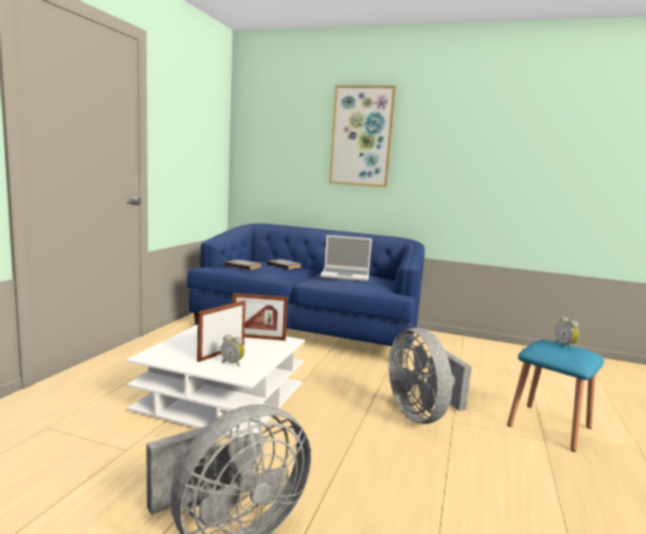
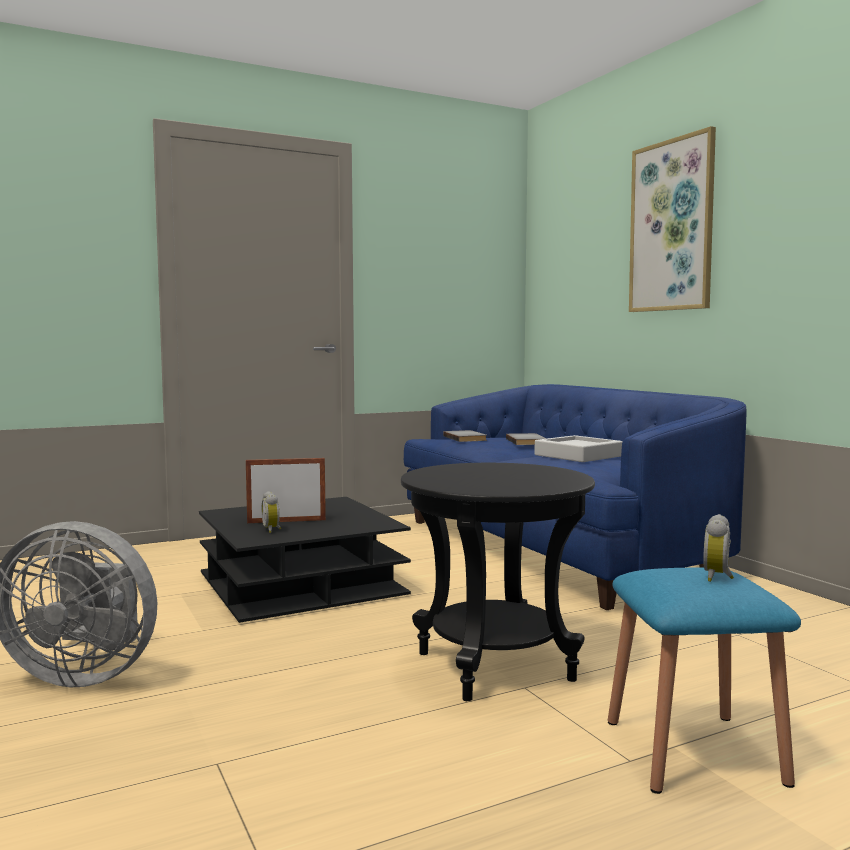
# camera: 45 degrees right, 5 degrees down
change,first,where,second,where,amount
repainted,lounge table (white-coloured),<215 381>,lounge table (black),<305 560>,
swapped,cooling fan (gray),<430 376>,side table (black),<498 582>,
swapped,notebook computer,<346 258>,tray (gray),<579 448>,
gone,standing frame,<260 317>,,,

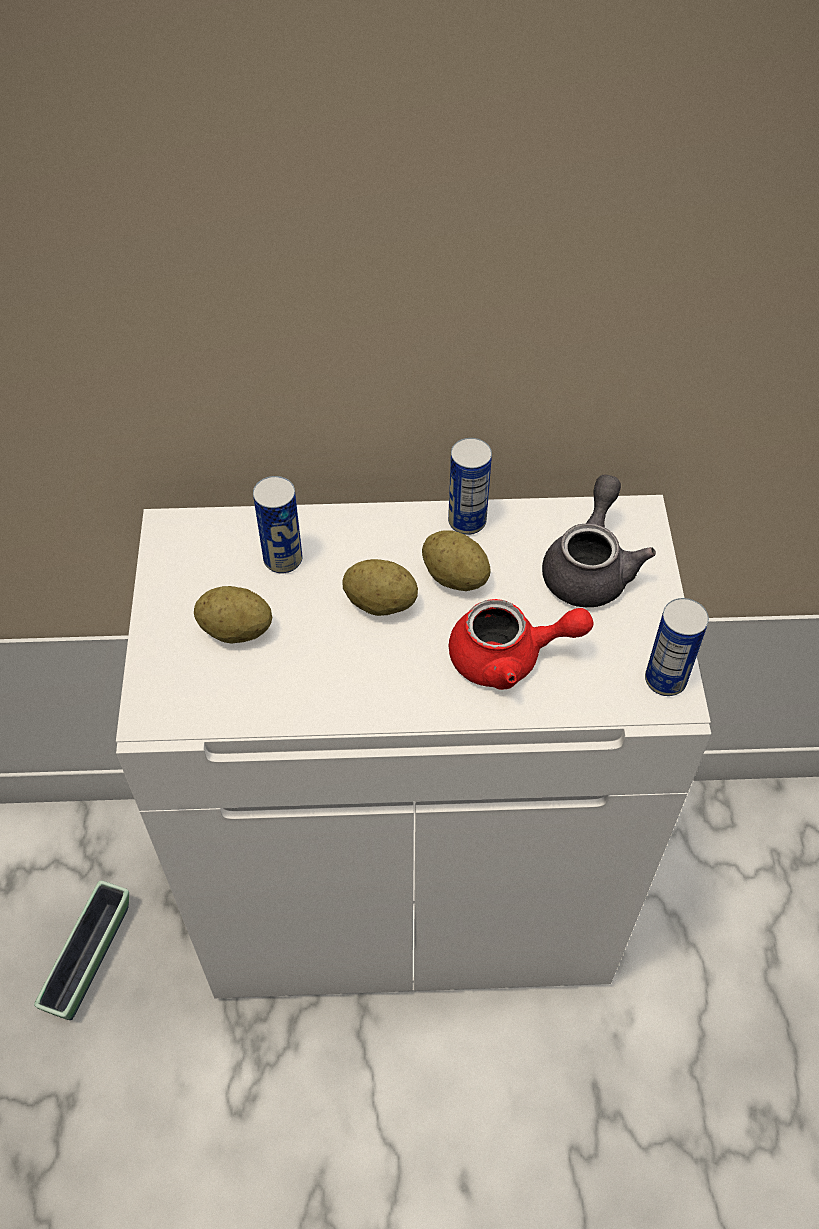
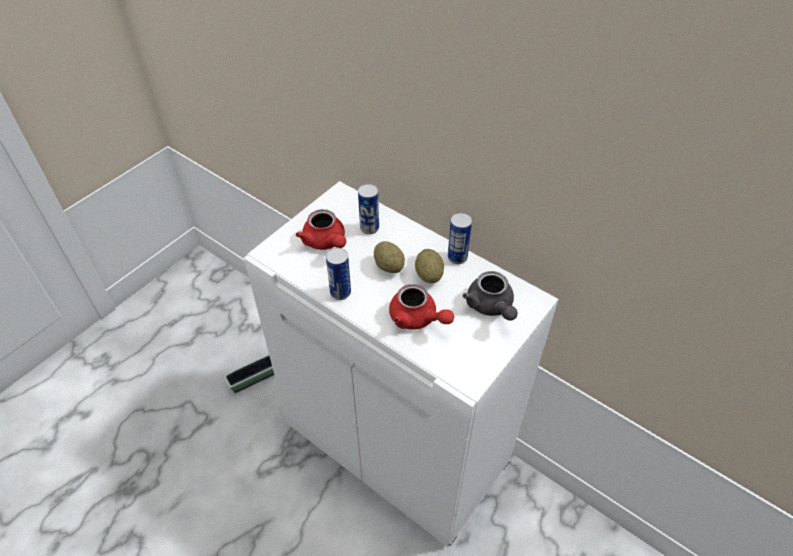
# camera: 40 degrees right, 5 degrees down
change,first,where,second,where,amount
swapped,whole potato,<233 614>,teapot (red),<321 229>,
shifted,sealed can,<677 647>,,<338 274>,
rotated,teapot (gray),<599 541>,,<490 296>,105 degrees clockwise

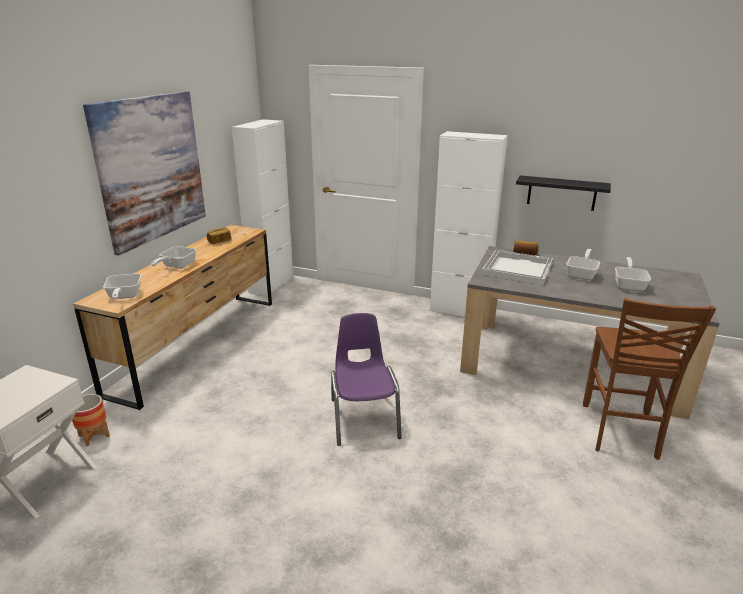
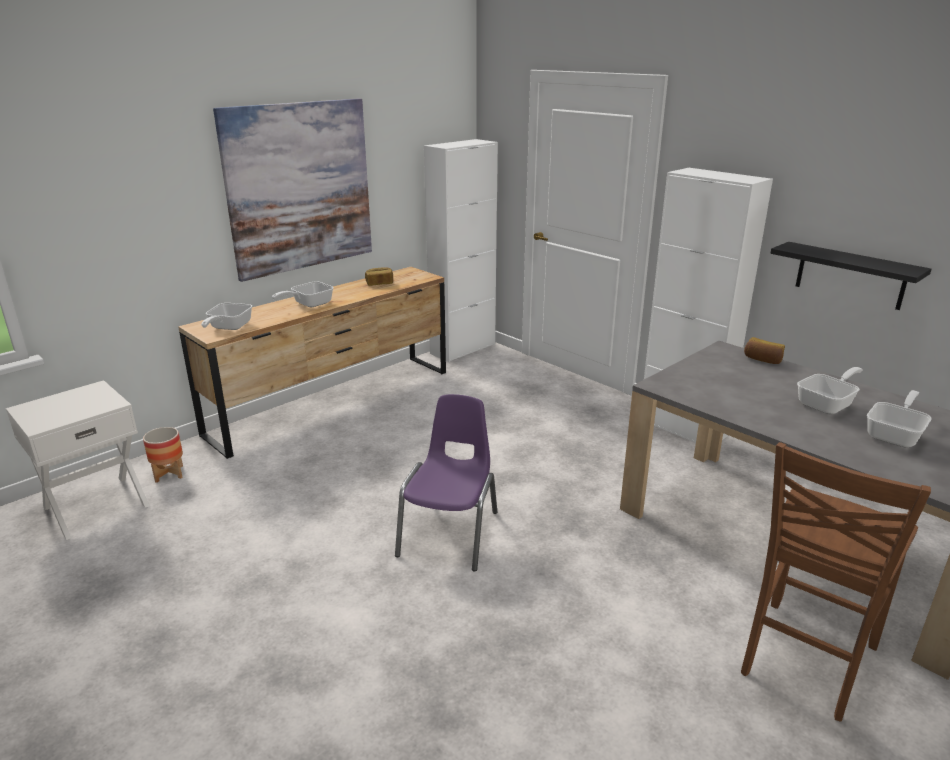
# camera: 25 degrees right, 0 degrees up
change,first,where,second,where,amount
gone,tray (white-coloured),<517 267>,,,

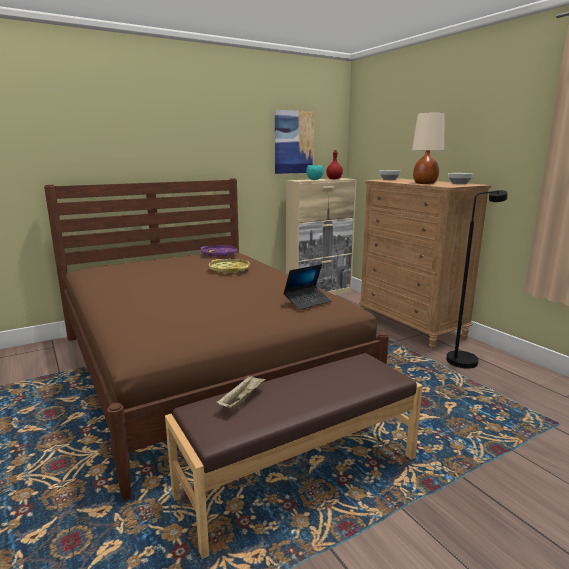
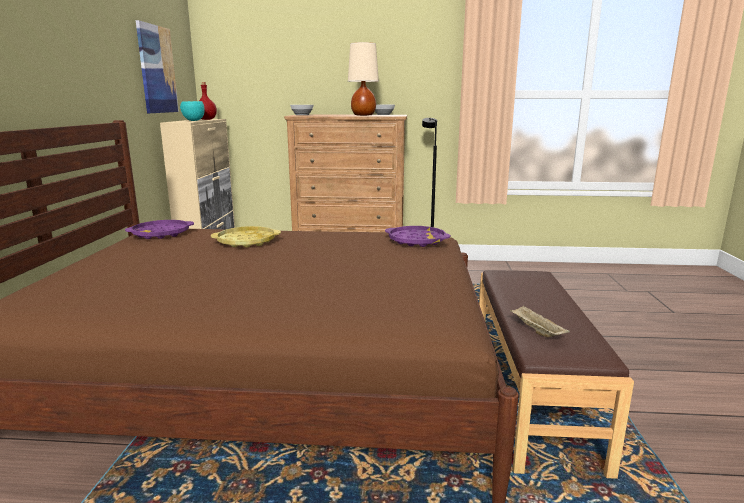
# camera: 55 degrees left, 0 degrees up
change,first,where,second,where,amount
swapped,notebook computer,<307 287>,tray (purple-coloured),<418 236>,

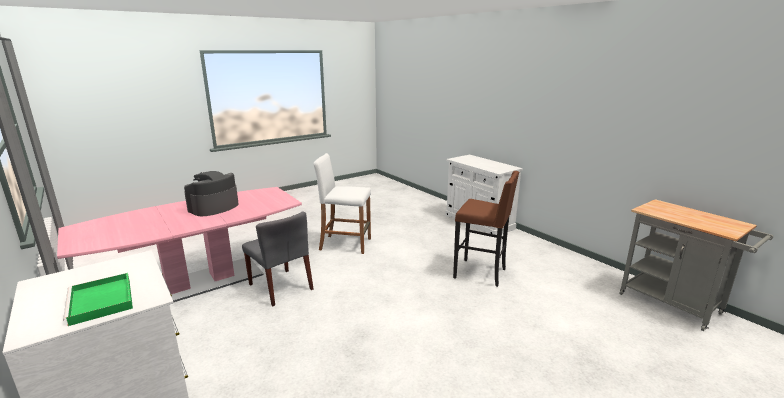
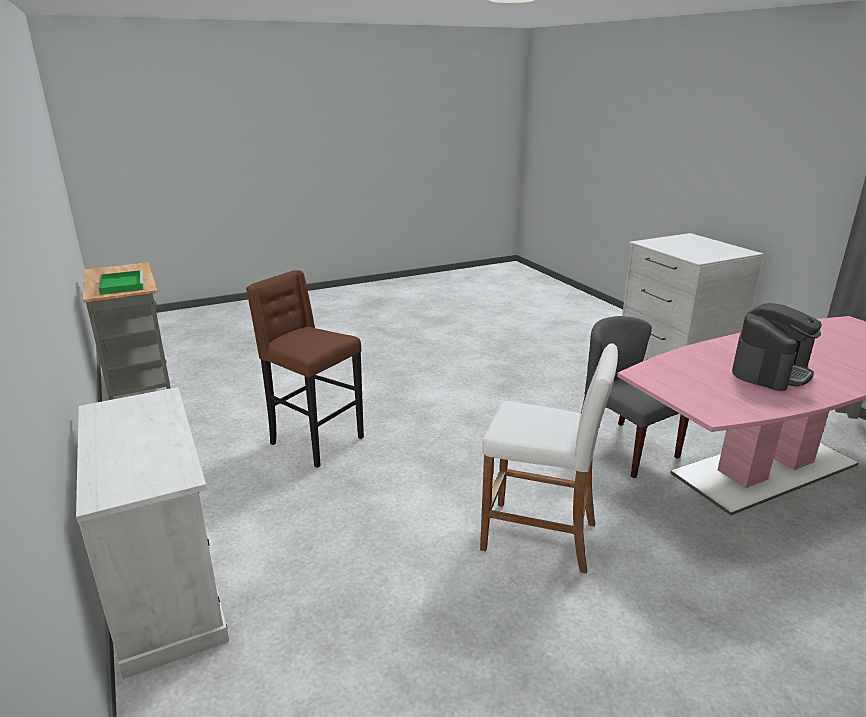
# camera: 170 degrees left, 5 degrees up
change,first,where,second,where,amount
shifted,tray (green),<98 299>,,<121 282>,

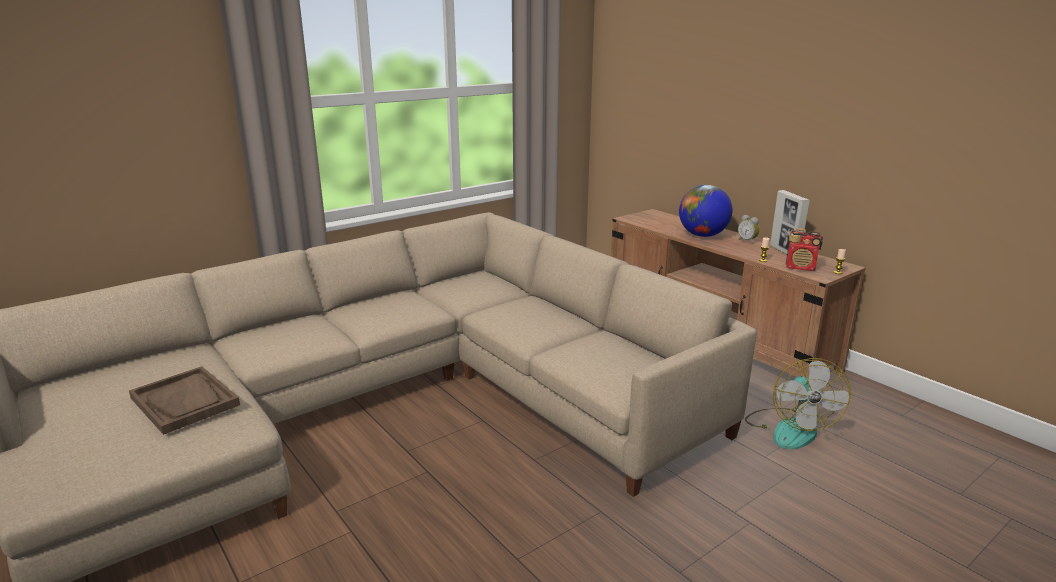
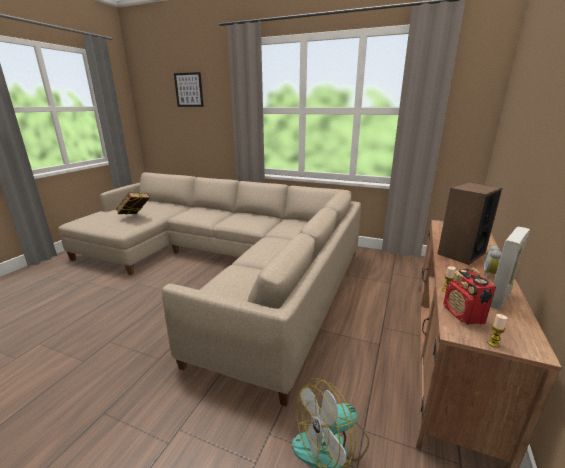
# camera: 60 degrees right, 0 degrees up
change,first,where,second,where,amount
swapped,tray (brown),<184 400>,bound book,<133 203>,
new,,,wall art,<189 89>,
swapped,desk globe,<706 211>,loudspeaker,<470 223>,

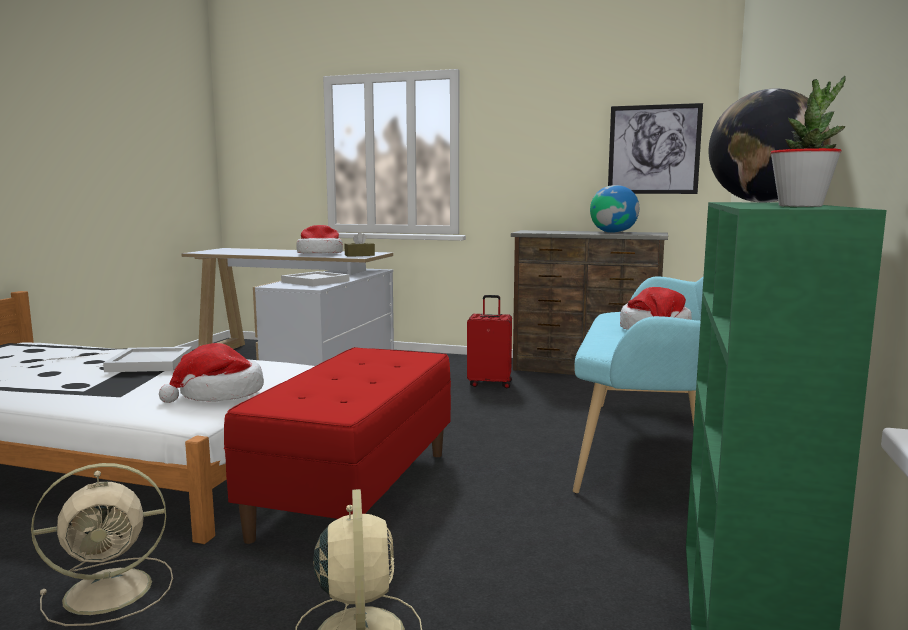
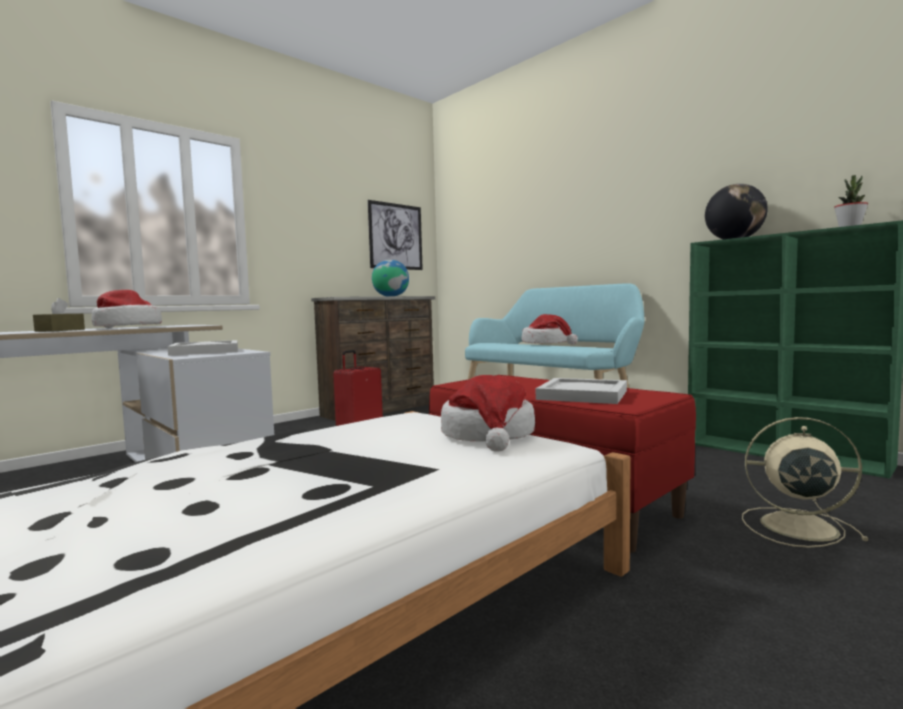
# camera: 60 degrees left, 5 degrees down
change,first,where,second,where,amount
shifted,tissue box (brown),<360 244>,,<59 315>,
shifted,tray (white-coloured),<147 359>,,<581 391>,
gone,cooling fan (beige-coloured),<102 544>,,,

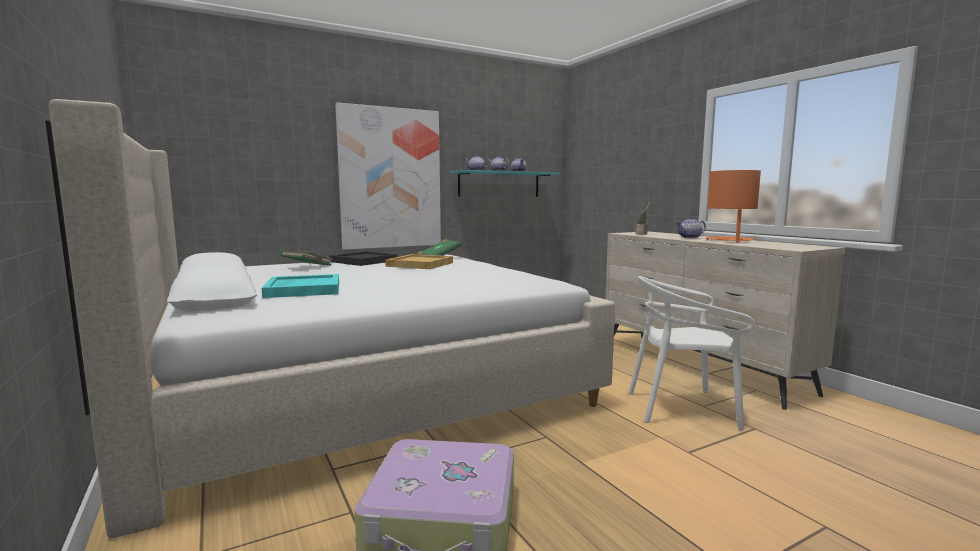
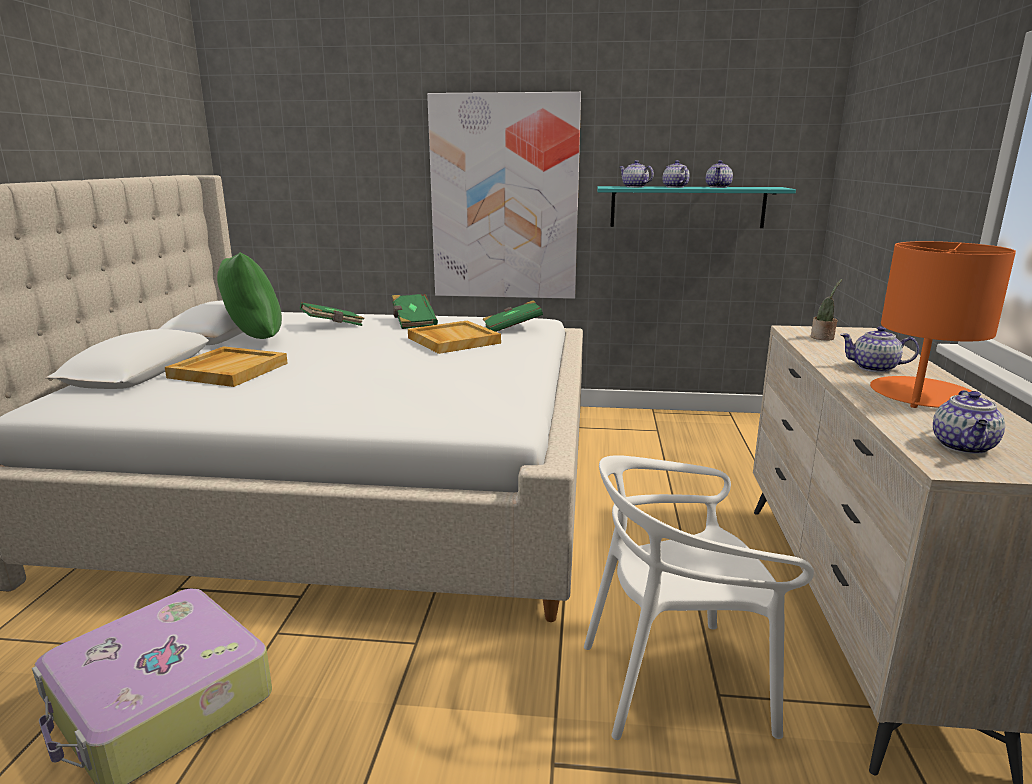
# camera: 35 degrees right, 10 degrees up
change,first,where,second,where,amount
repainted,tray (turquoise-coloured),<300 286>,tray (beige-coloured),<226 366>,
new,,,pillow (green),<249 295>,
swapped,tray (black),<363 258>,bound book (green),<415 311>,
rotated,plain chair (white-coloured),<692 353>,,<699 597>,45 degrees counterclockwise
new,,,teapot,<969 422>,

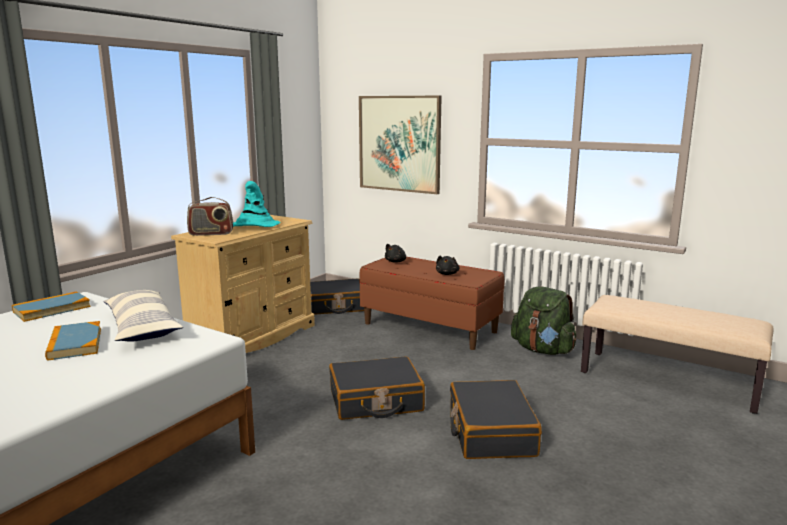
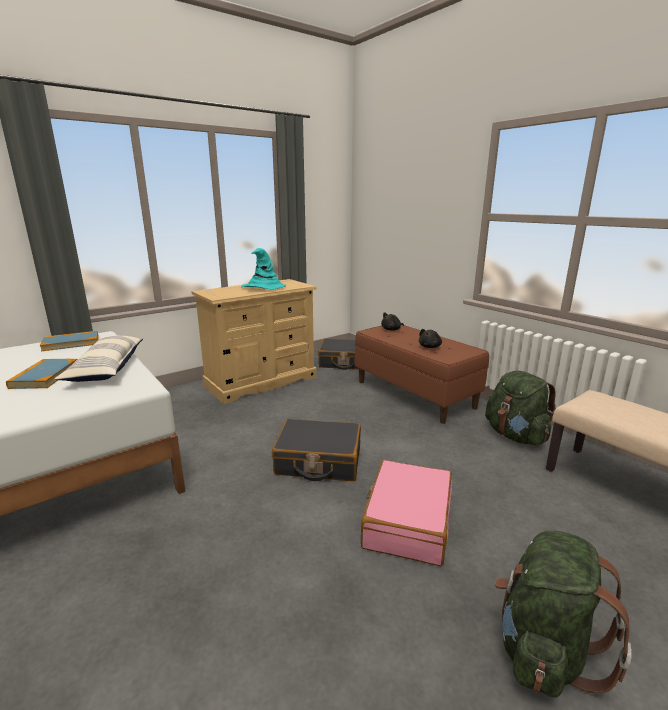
# camera: 20 degrees right, 5 degrees up
change,first,where,second,where,amount
repainted,suitcase (black),<496 419>,suitcase (pinkish),<406 513>,
new,,,backpack (green),<563 614>,
gone,radio set,<210 216>,,,
gone,wall art,<400 145>,,,

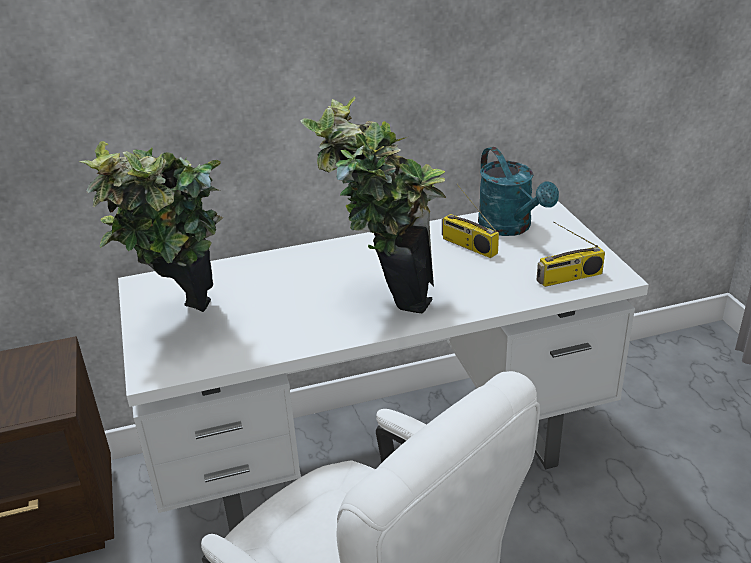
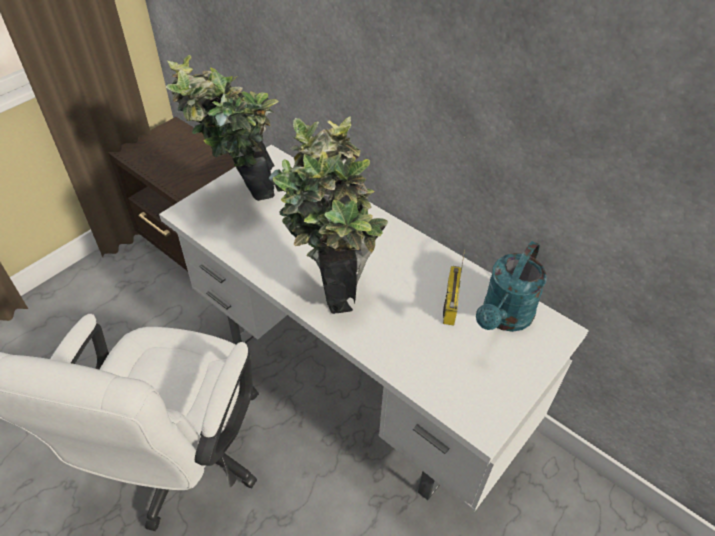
# camera: 55 degrees right, 15 degrees up
change,first,where,second,where,amount
gone,radio set,<571 254>,,,

